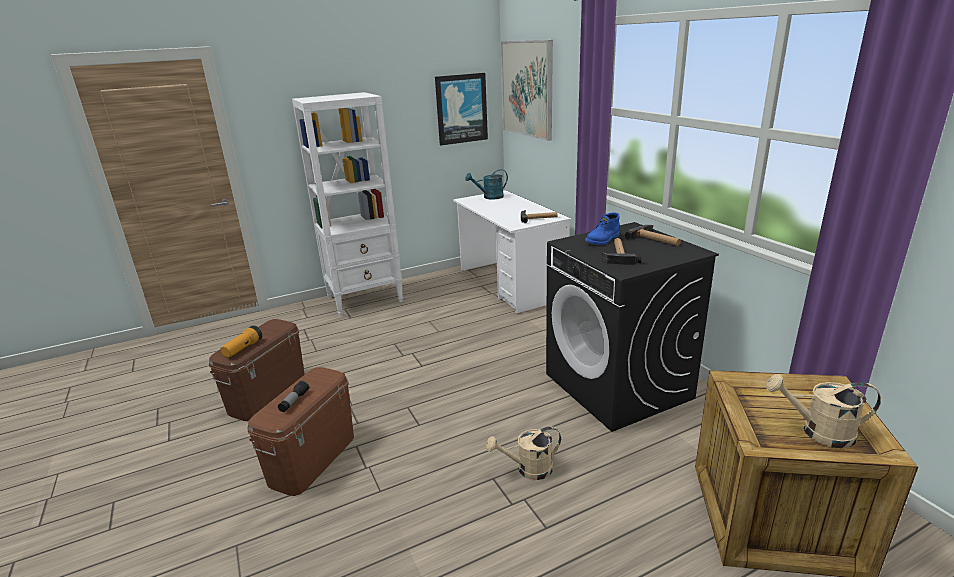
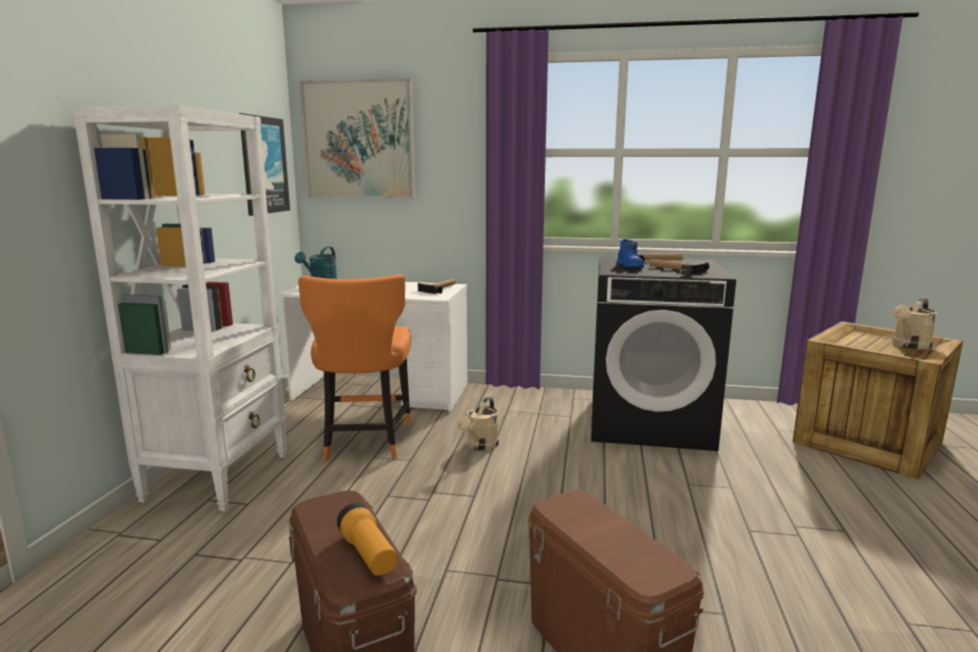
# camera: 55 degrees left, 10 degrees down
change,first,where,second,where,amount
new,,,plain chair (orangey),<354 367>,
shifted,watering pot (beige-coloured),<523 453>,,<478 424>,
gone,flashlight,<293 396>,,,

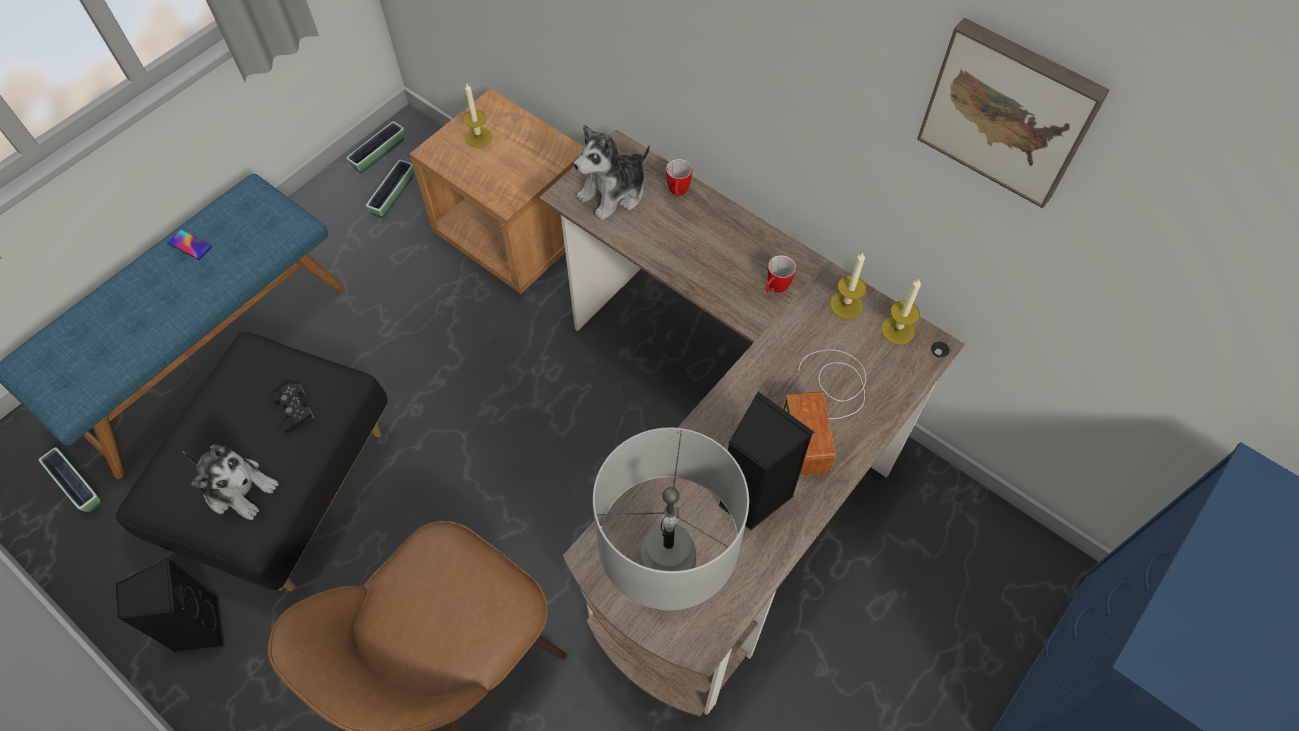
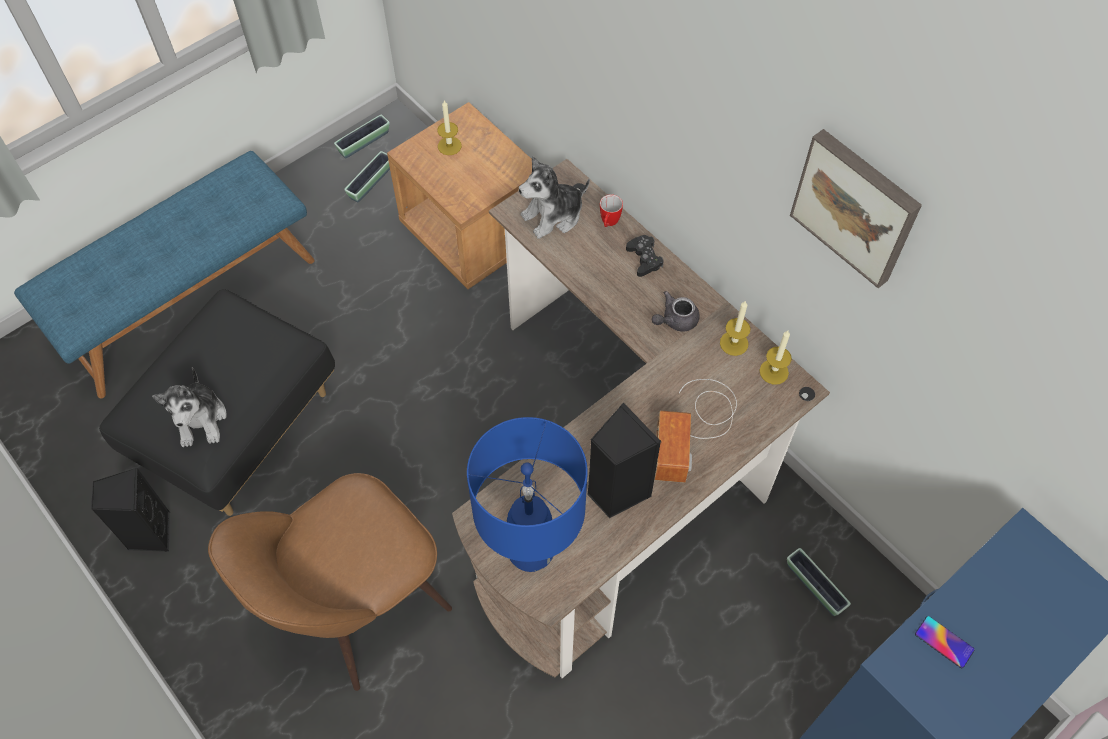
# camera: 10 degrees right, 0 degrees up
change,first,where,second,where,amount
rotated,plush toy,<231 482>,,<189 407>,45 degrees clockwise
repainted,tabletop lamp (gray),<671 519>,tabletop lamp (blue),<527 494>,
shifted,gamepad (black),<293 408>,,<645 256>,
swapped,coffee mug,<780 274>,teapot (gray),<676 311>,
shifted,plant pot,<70 479>,,<819 582>,
shifted,handset,<189 245>,,<945 642>,

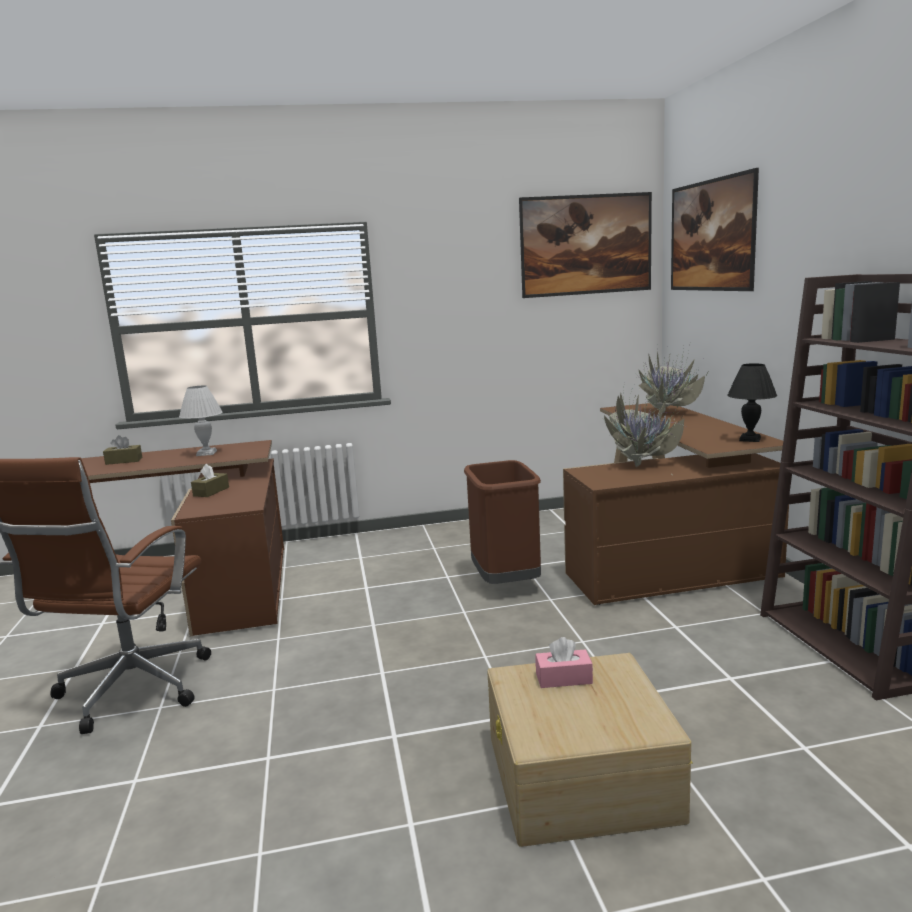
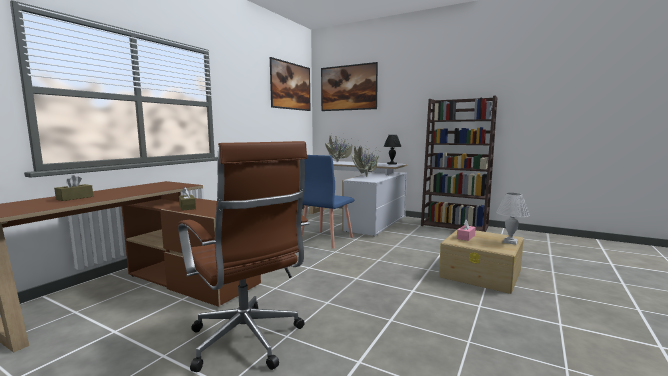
# camera: 50 degrees left, 5 degrees down
change,first,where,second,where,amount
swapped,trash can (brown),<502 522>,plain chair (blue),<328 202>,
repainted,desk unit (brown),<676 504>,desk unit (white-coloured),<358 198>,
shifted,tabletop lamp (white-coloured),<200 421>,,<513 219>,

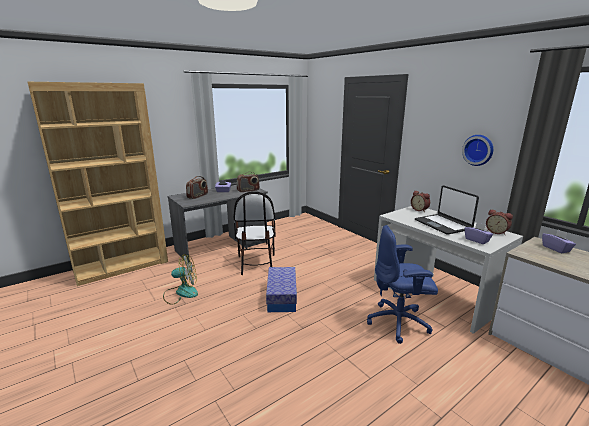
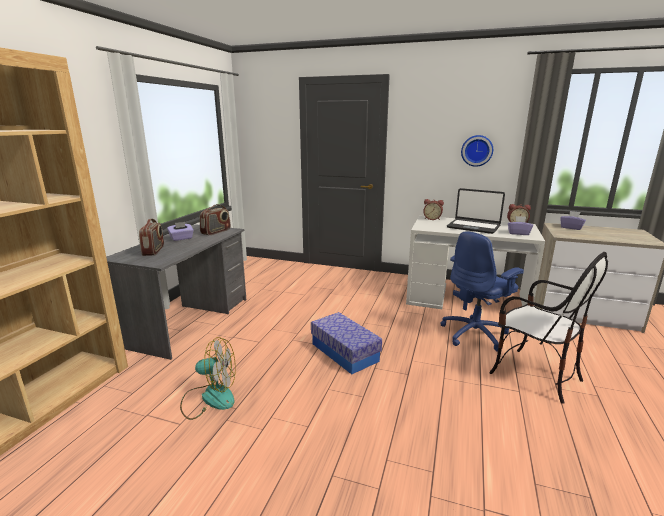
# camera: 35 degrees left, 0 degrees up
change,first,where,second,where,amount
rotated,cooling fan,<180 279>,,<208 378>,45 degrees clockwise
shifted,plain chair,<255 233>,,<548 328>,

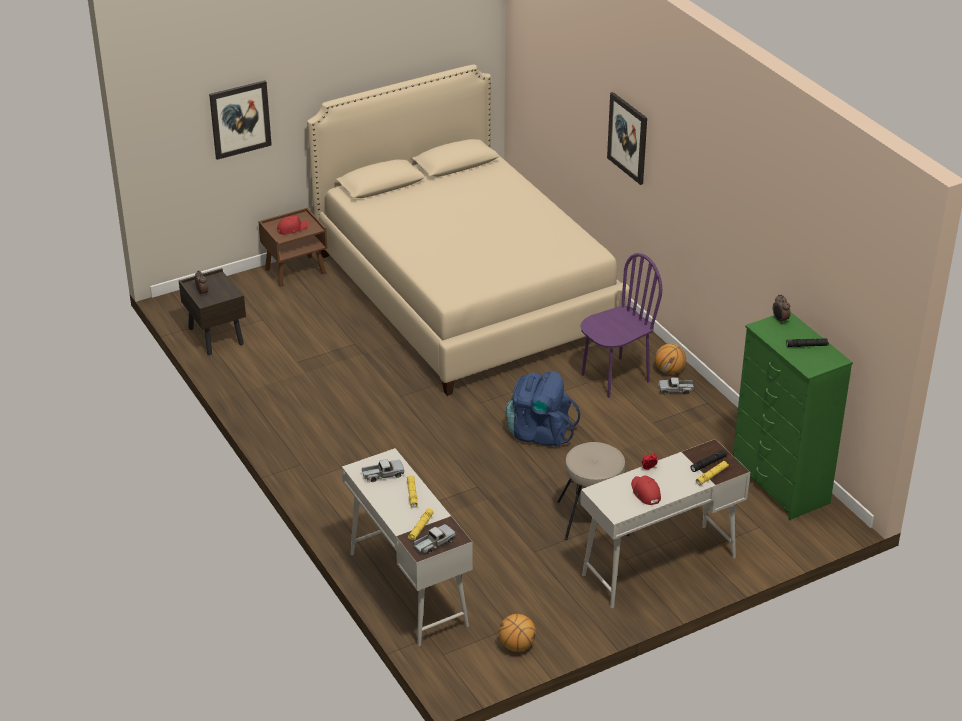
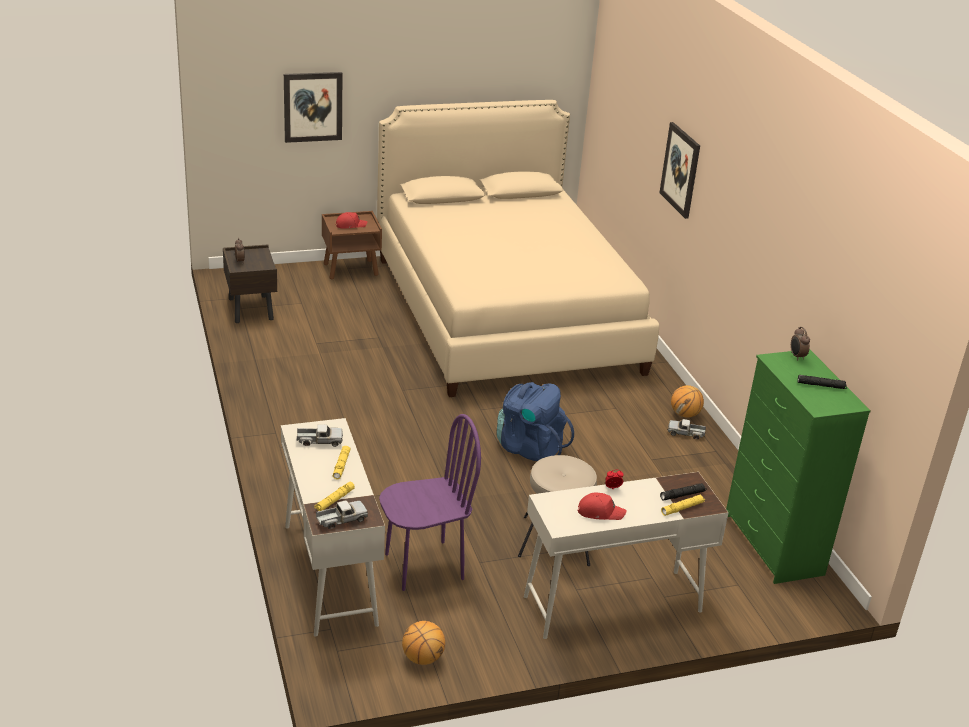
# camera: 10 degrees right, 5 degrees down
change,first,where,second,where,amount
shifted,plain chair (purple-coloured),<621 325>,,<430 502>,
rotated,baseball cap (red),<646 490>,,<602 506>,105 degrees clockwise

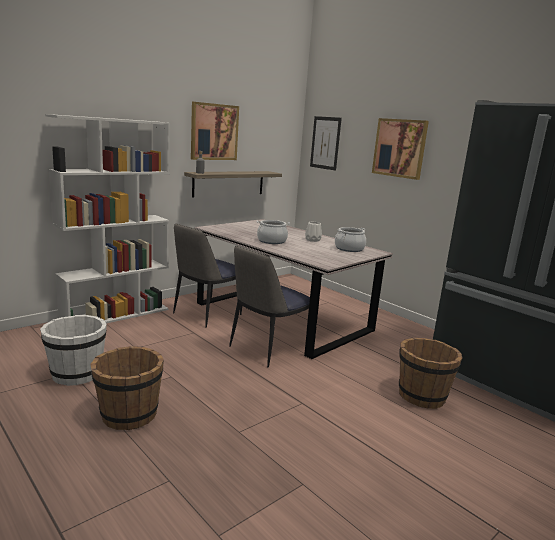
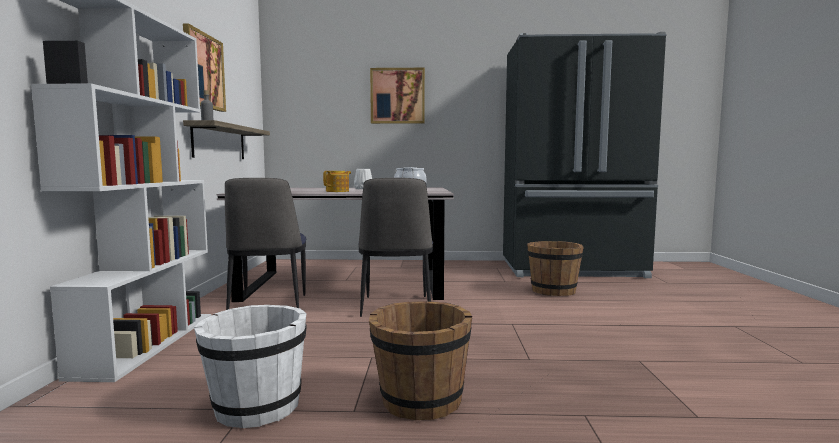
# camera: 45 degrees left, 10 degrees down
change,first,where,second,where,amount
swapped,cooking pot,<273 232>,teapot,<337 181>,
gone,wall art,<326 143>,,,

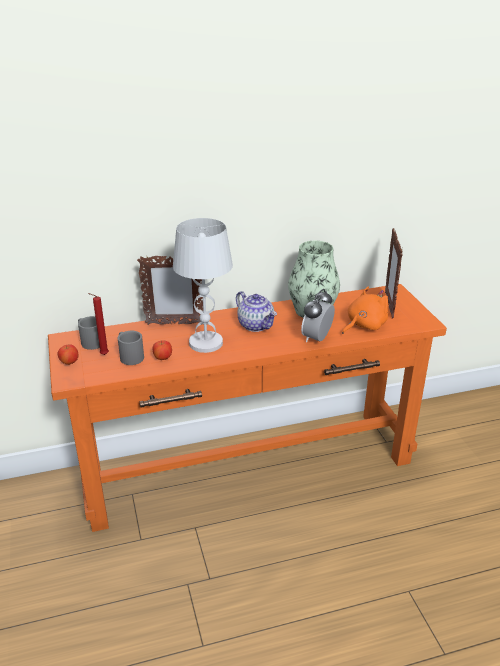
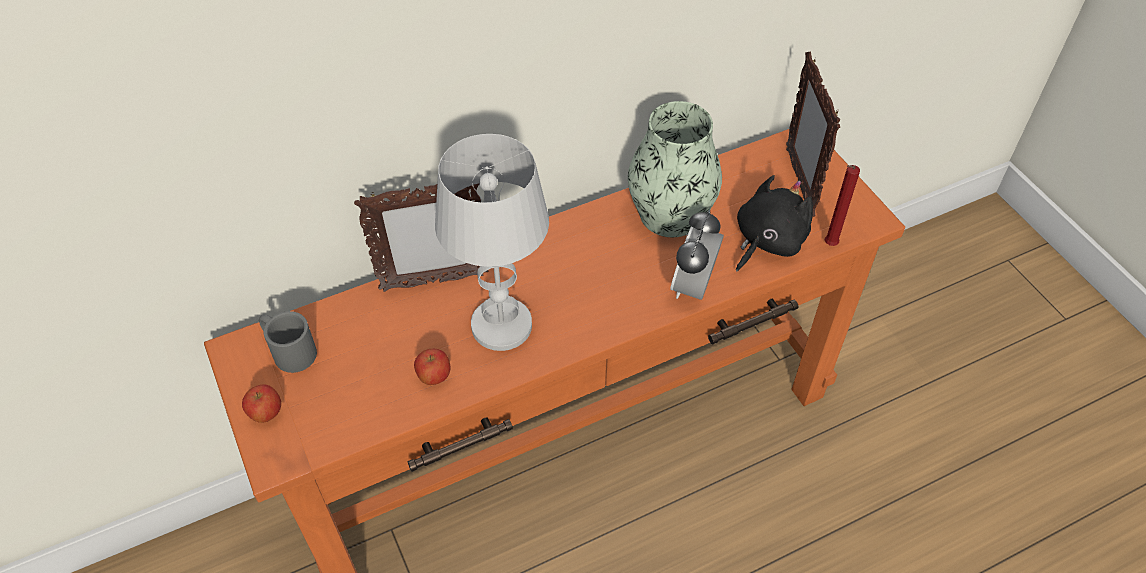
# camera: 10 degrees left, 20 degrees up
change,first,where,second,where,amount
repainted,plush toy (orangey),<365 310>,plush toy (black),<774 223>,
shifted,candle (red),<98 324>,,<842 205>,
gone,coffee mug (gray),<131 348>,,,
gone,teapot,<256 311>,,,

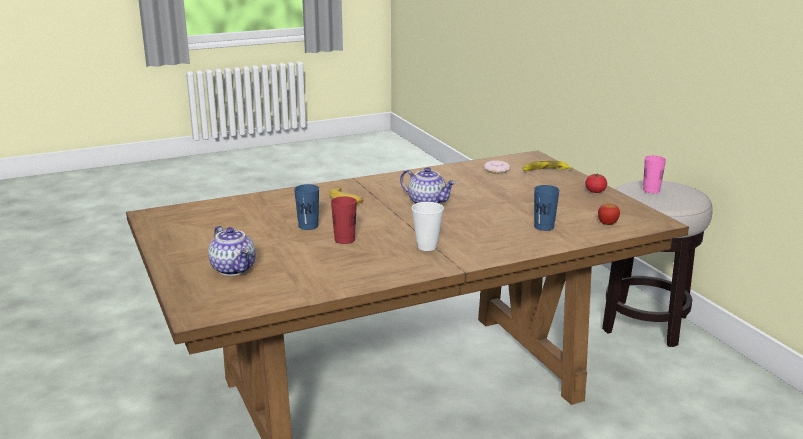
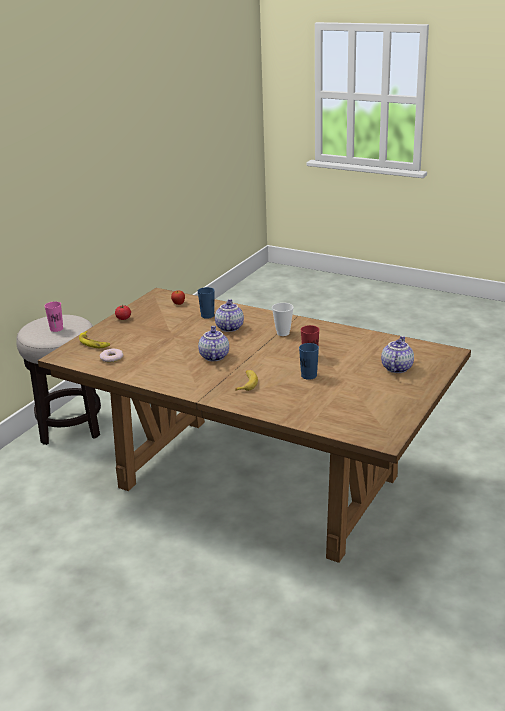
# camera: 125 degrees left, 5 degrees up
change,first,where,second,where,amount
new,,,teapot,<229 315>,

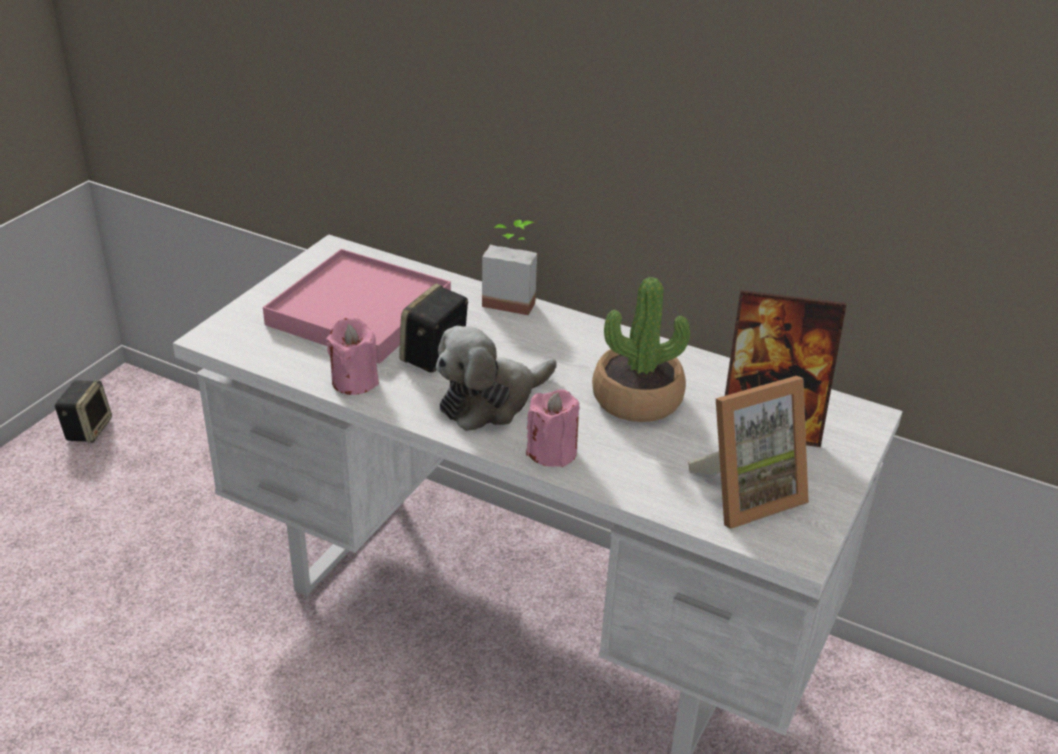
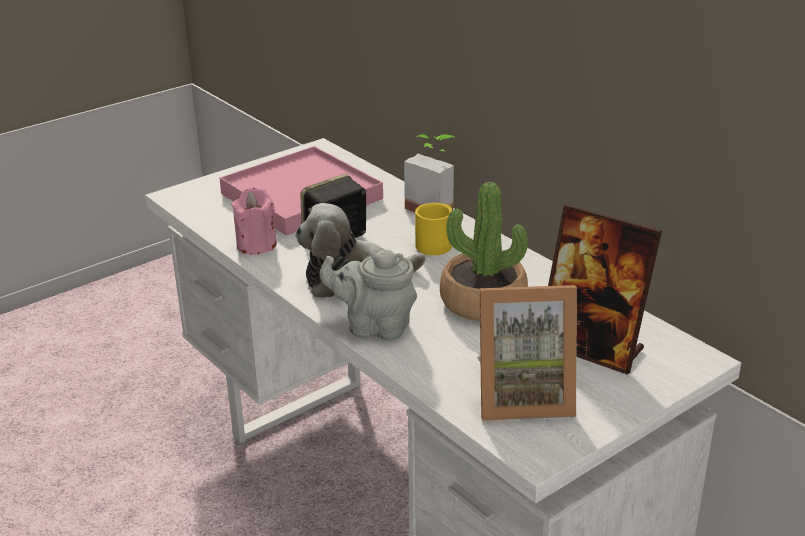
# camera: 25 degrees right, 5 degrees down
change,first,where,second,where,amount
swapped,candle (pinkish),<553 428>,teapot (gray),<368 295>,
new,,,coffee mug (yellowish),<433 229>,
gone,loudspeaker,<83 411>,,,

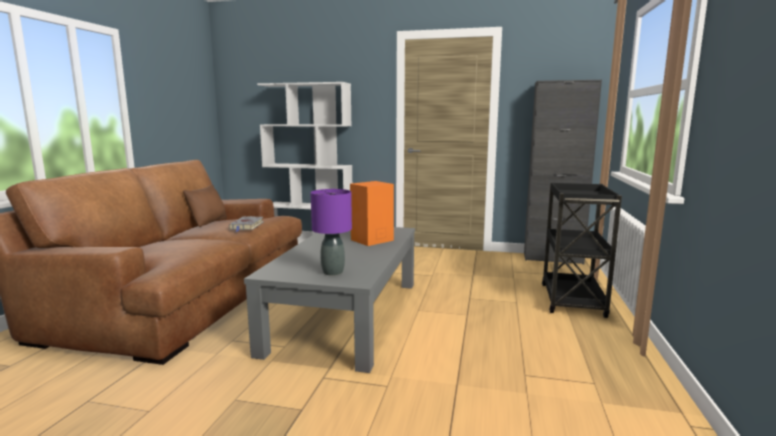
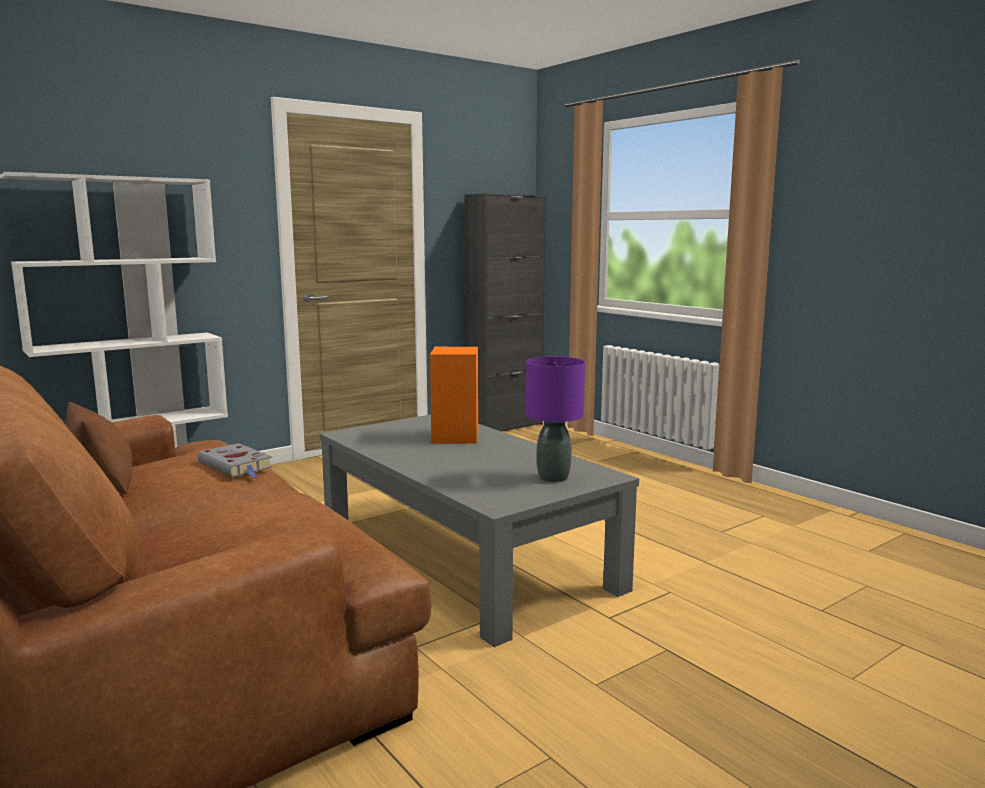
# camera: 50 degrees left, 0 degrees up
change,first,where,second,where,amount
gone,cart (black),<582 250>,,,

